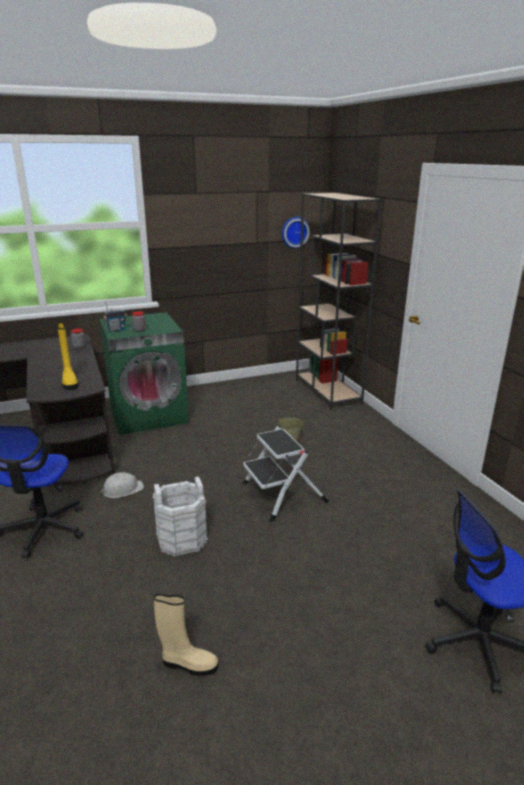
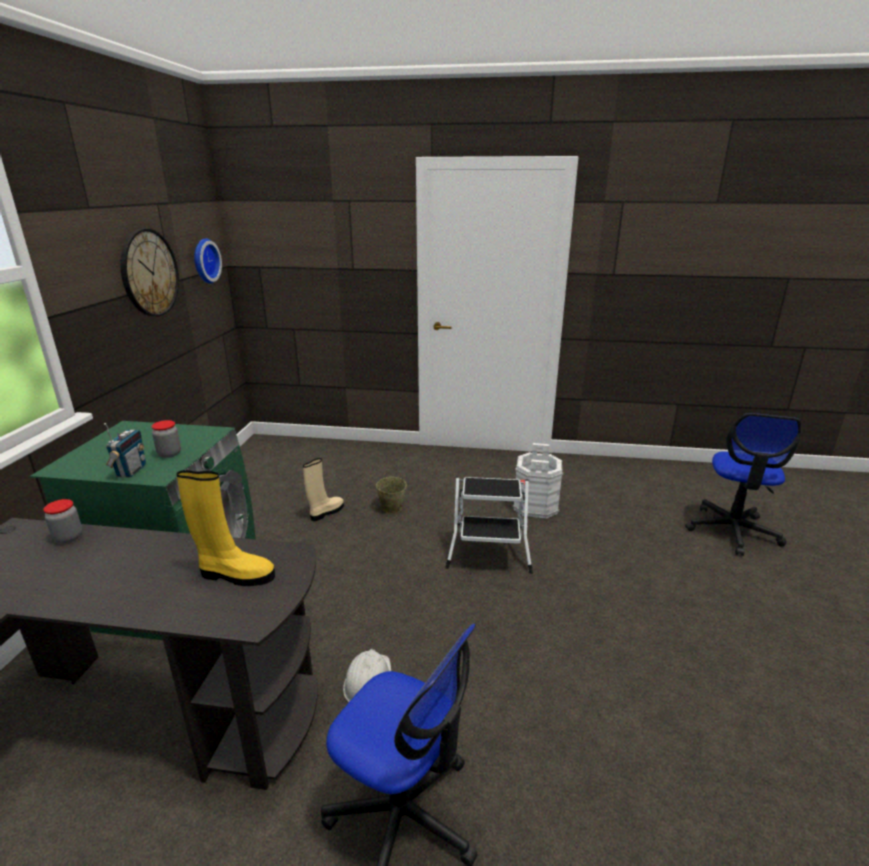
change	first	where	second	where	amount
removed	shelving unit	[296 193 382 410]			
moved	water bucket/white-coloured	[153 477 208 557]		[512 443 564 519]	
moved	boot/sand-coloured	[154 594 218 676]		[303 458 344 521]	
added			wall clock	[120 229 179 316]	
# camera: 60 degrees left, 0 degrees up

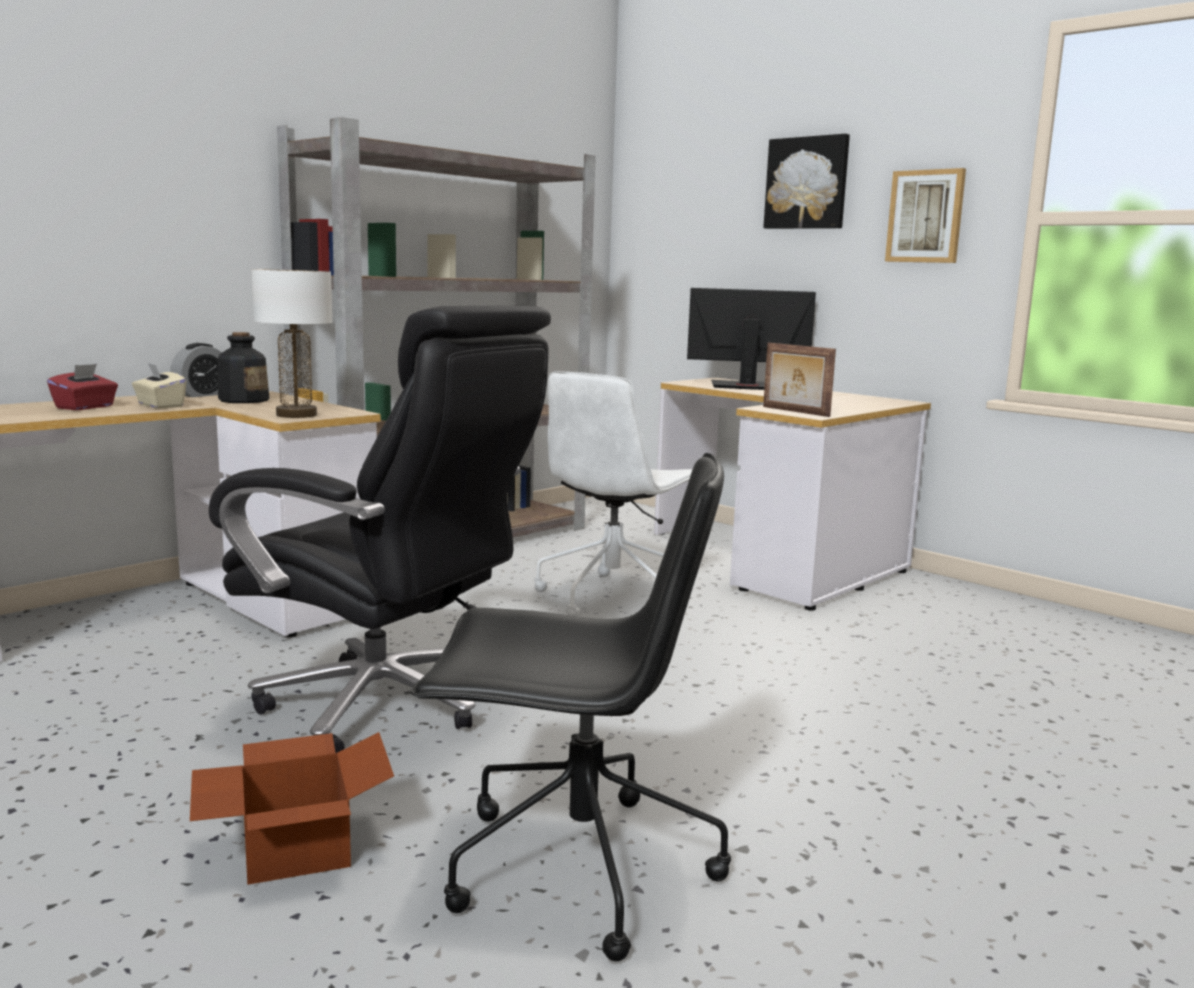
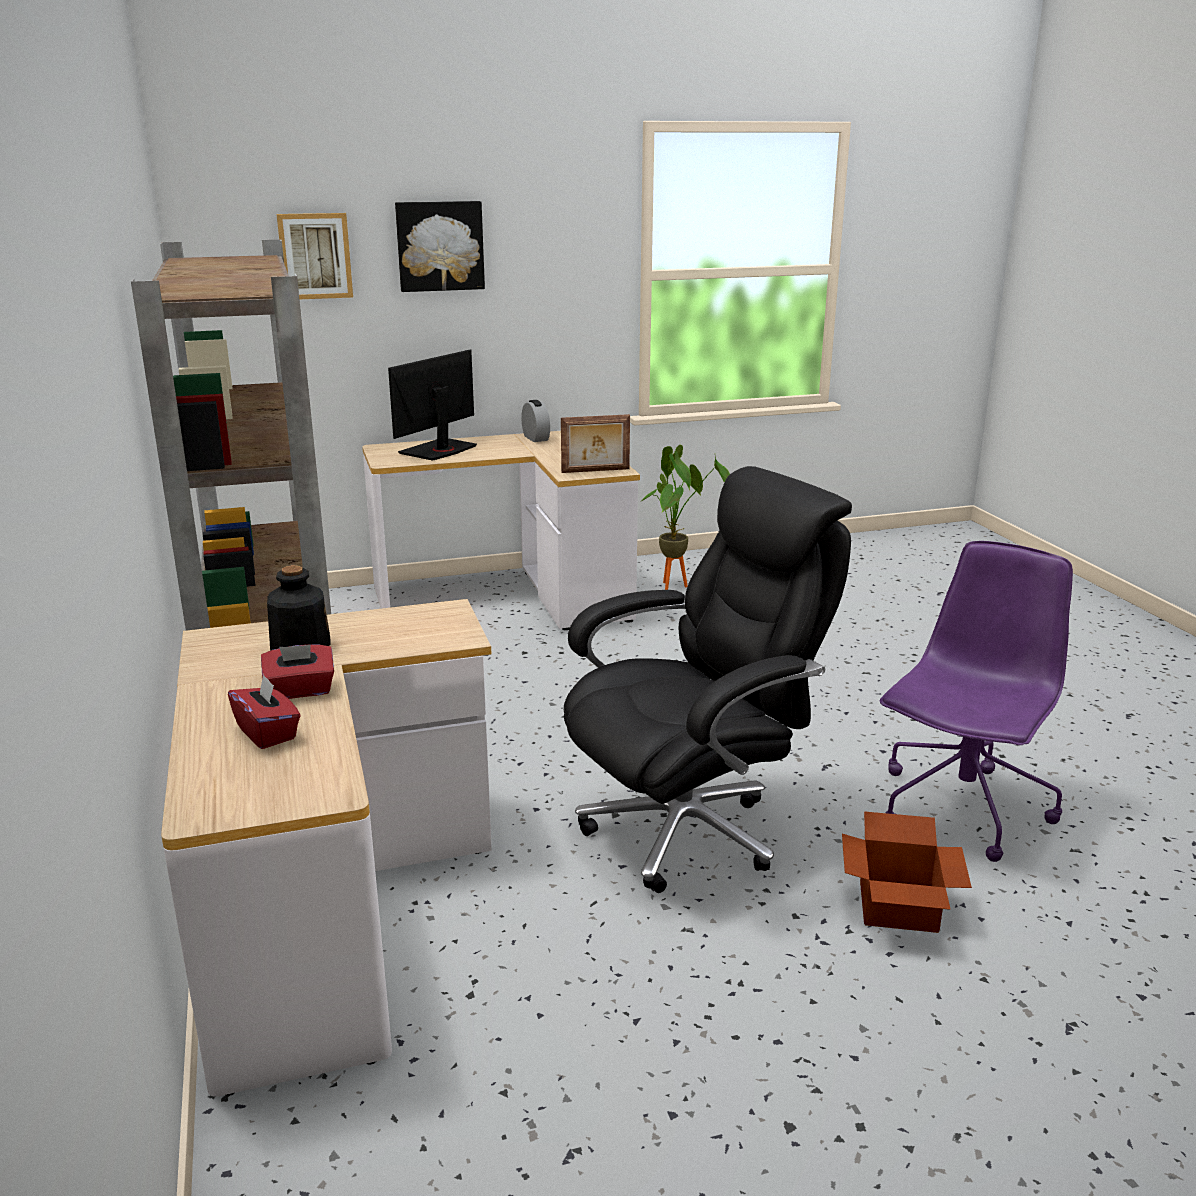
change	first	where	second	where	amount
moved	wall art	[885 168 966 263]		[277 213 353 299]	
removed	tabletop lamp	[251 269 332 418]			
moved	alarm clock	[170 343 222 397]		[521 400 550 442]	
recoloured	box of tissues/sand-coloured	[132 363 186 409]	box of tissues/red-coloured	[261 645 334 699]	
removed	computer chair/white-coloured	[534 371 693 617]			
recoloured	computer chair/black-coloured	[410 453 731 961]	computer chair/purple	[880 541 1073 862]	
added			houseplant	[640 445 730 590]	
# camera: 60 degrees left, 10 degrees up

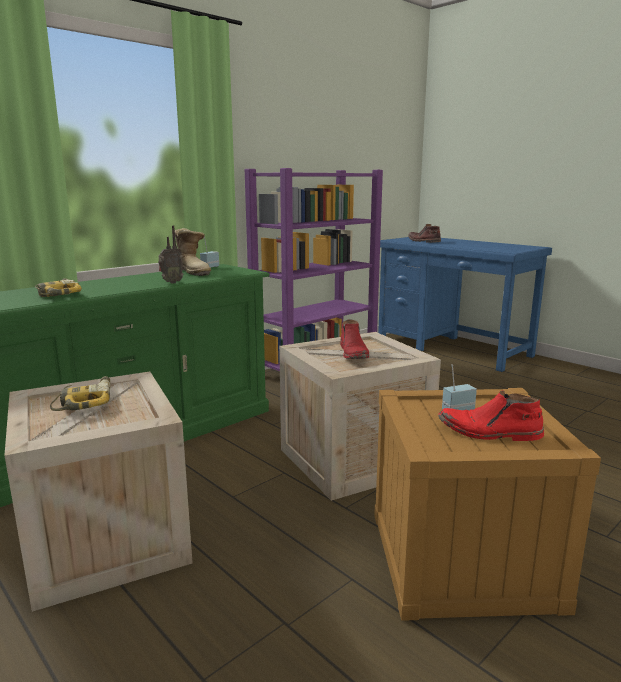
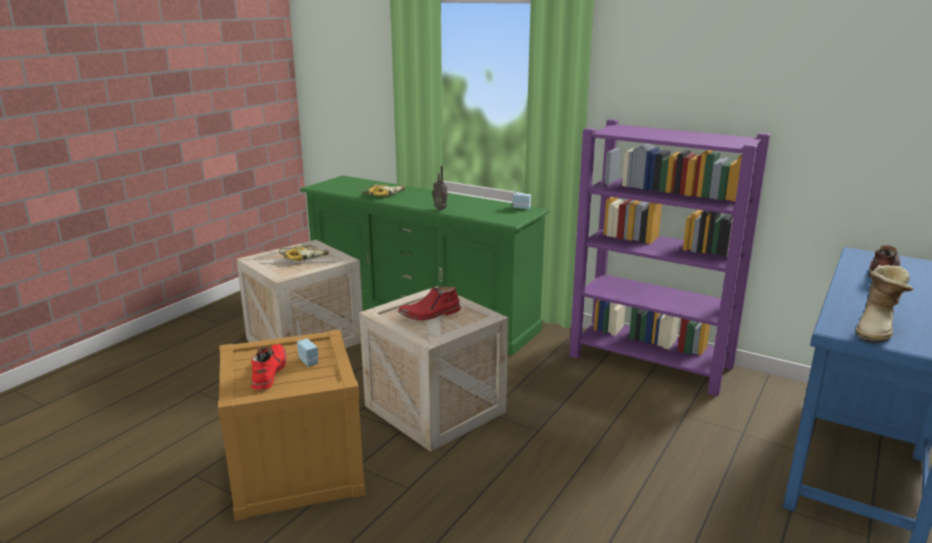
change	first	where	second	where	amount
moved	boot	[175 228 211 276]		[855 265 913 343]	
# camera: 75 degrees right, 5 degrees up

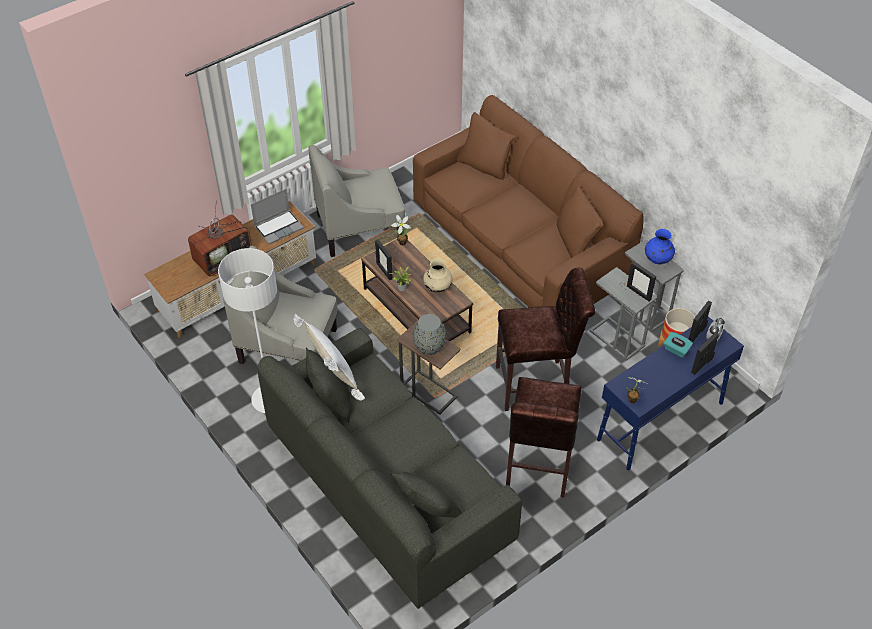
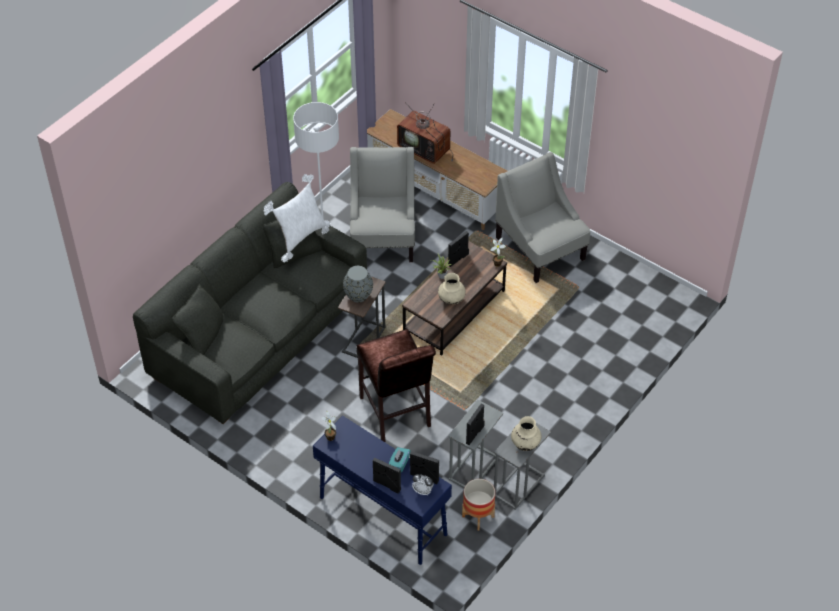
change	first	where	second	where	amount
removed	couch/brownish	[413 95 643 308]			
removed	laptop	[251 189 304 244]			
recoloured	vase/blue	[645 229 675 265]	vase/sand-coloured	[511 416 542 451]	
removed	stool seat/brownish	[506 377 582 498]			
# camera: 75 degrees right, 0 degrees up

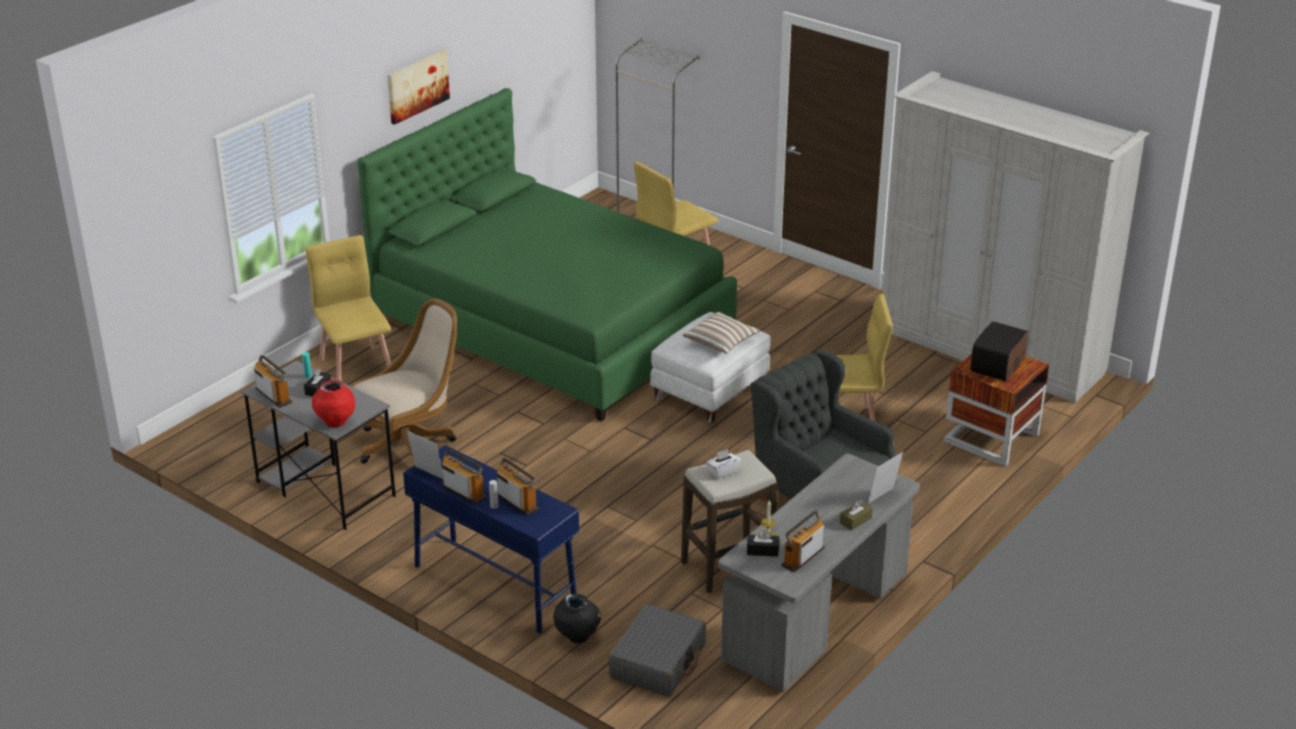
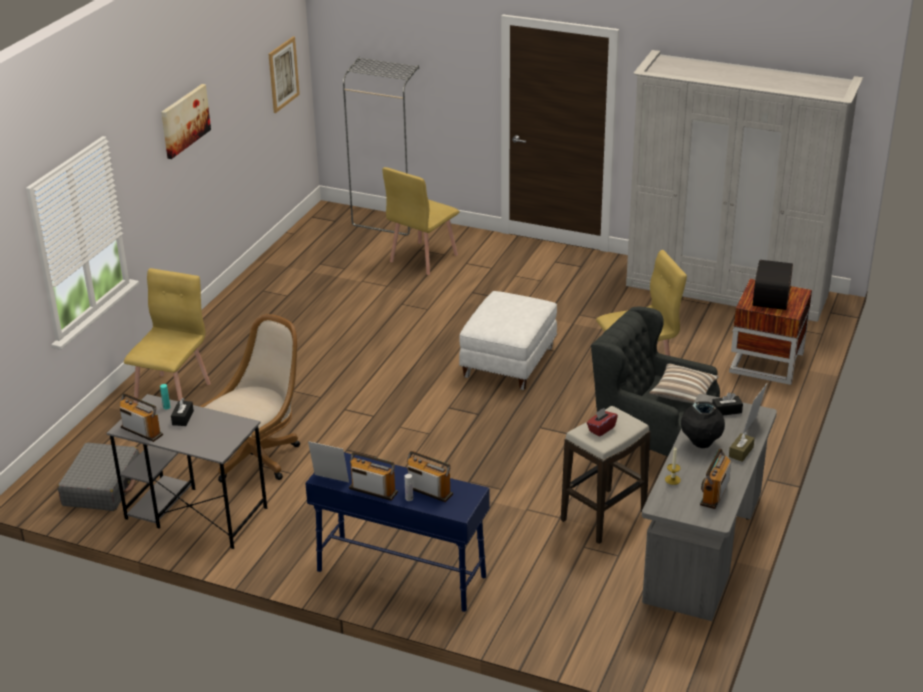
change	first	where	second	where	amount
removed	sleeping bed/green-coloured	[357 88 737 422]			
turned	upright chair/yellowish	[306 235 391 381]		[124 268 211 404]	60 degrees clockwise
moved	throw pillow	[683 312 760 354]		[649 364 719 404]	
removed	vase/red-coloured	[312 379 355 427]			
recoloured	box of tissues/white-coloured	[706 449 741 479]	box of tissues/red-coloured	[587 407 618 436]	
moved	box of tissues/black-coloured	[747 530 779 557]		[712 392 743 416]	
moved	vase/black-coloured	[553 594 601 643]		[681 401 725 448]	
moved	travel case/gray	[608 604 706 697]		[58 443 139 511]	
added			wall art	[269 37 300 113]	
# camera: 15 degrees left, 0 degrees up

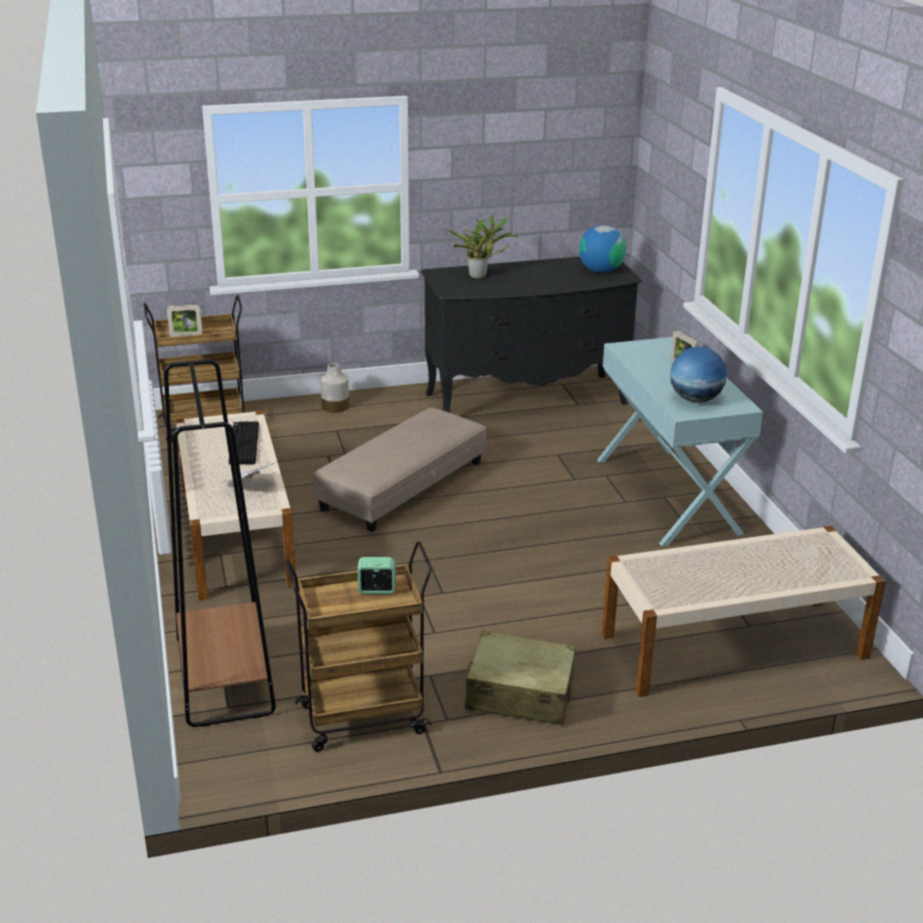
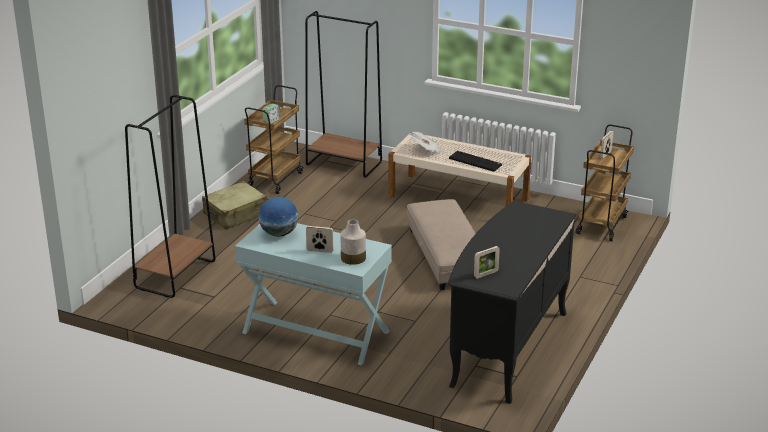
change	first	where	second	where	amount
removed	houseplant	[443 216 518 279]			
replaced	globe	[579 225 626 273]	standing frame	[474 246 500 279]	
moved	vase/sand-coloured	[321 363 349 413]		[340 219 366 265]	
replaced	long seat/sand-coloured	[601 526 886 697]	garment rack	[125 95 216 298]	
# camera: 130 degrees right, 0 degrees up

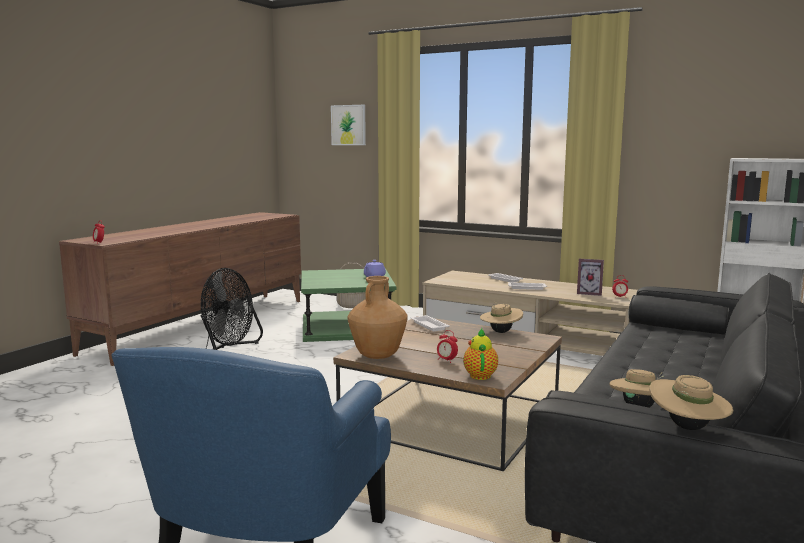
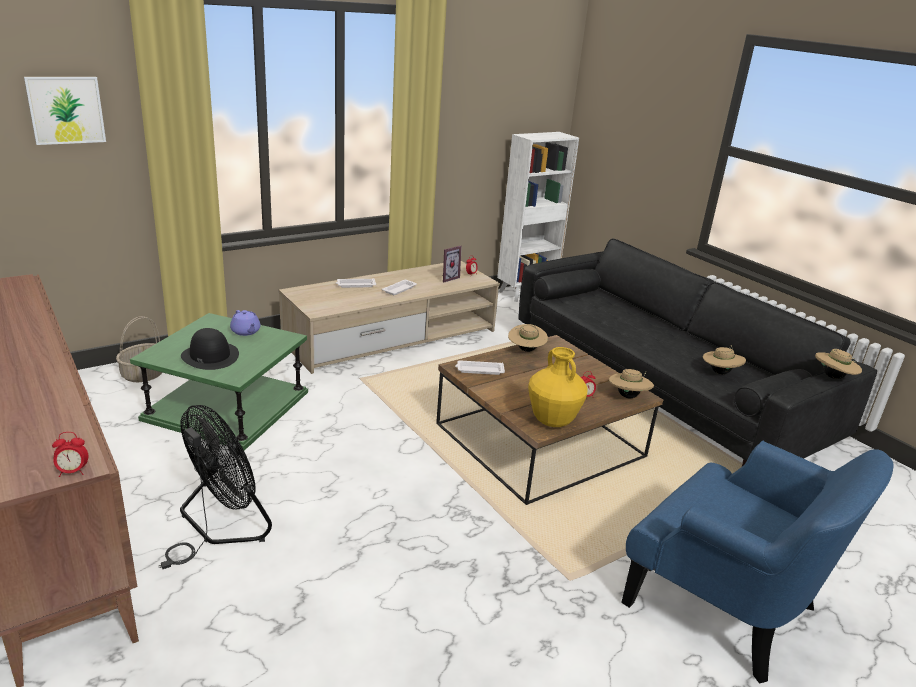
change	first	where	second	where	amount
recoloured	vase/brownish	[348 276 408 359]	vase/yellowish	[528 347 588 427]	
replaced	pot for tea	[463 328 498 380]	wearable hat/sand-coloured	[609 369 654 398]	
added			wearable hat/black-coloured	[181 328 239 370]	
# camera: 65 degrees left, 15 degrees up

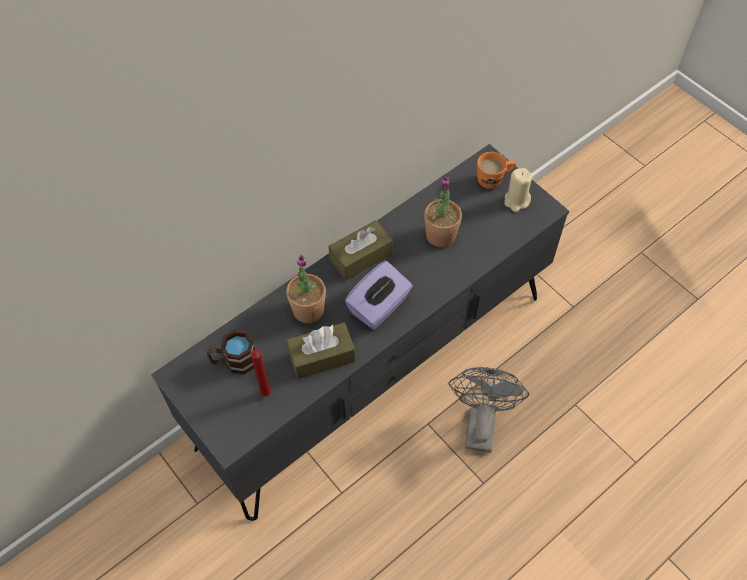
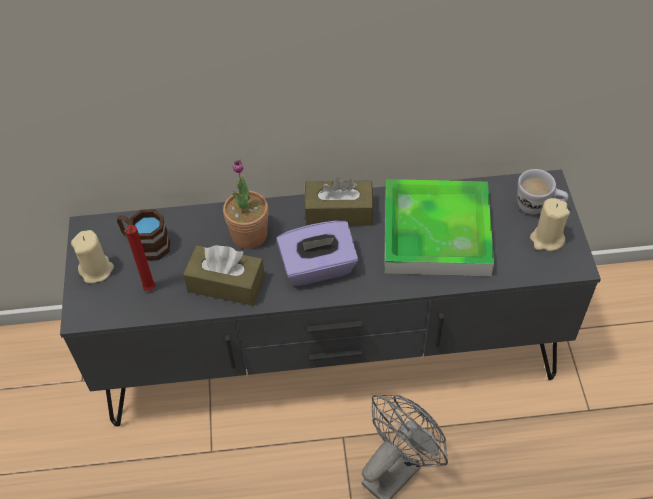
change	first	where	second	where	amount
recoloured	mug/orange-coloured	[477 152 516 189]	mug/white-coloured	[517 169 568 215]	
replaced	houseplant	[424 176 462 247]	tray	[384 179 494 276]	
added			wax candle/sand-coloured	[71 230 114 283]	
# camera: 35 degrees right, 5 degrees down

